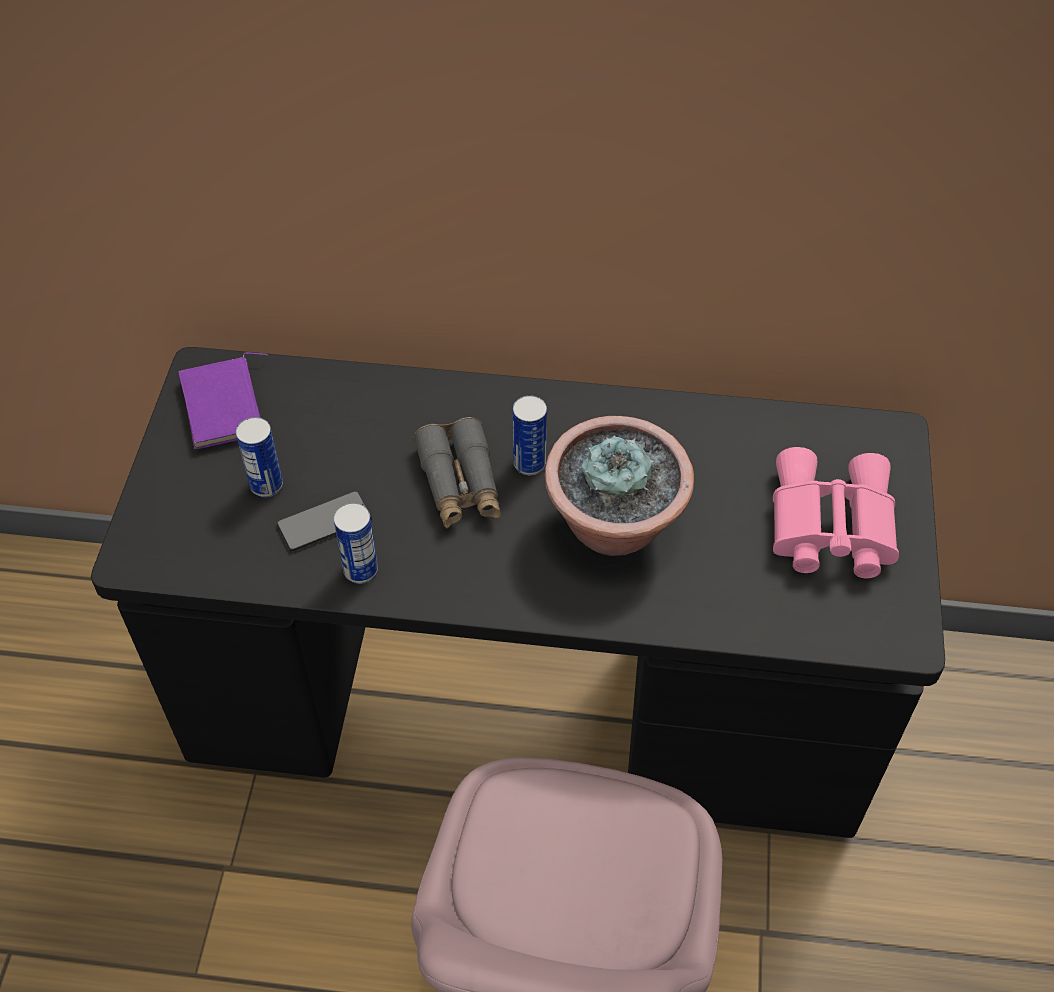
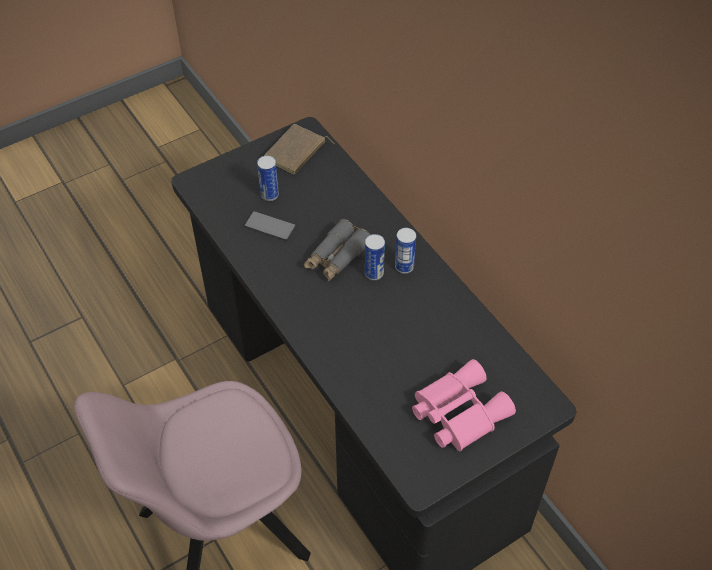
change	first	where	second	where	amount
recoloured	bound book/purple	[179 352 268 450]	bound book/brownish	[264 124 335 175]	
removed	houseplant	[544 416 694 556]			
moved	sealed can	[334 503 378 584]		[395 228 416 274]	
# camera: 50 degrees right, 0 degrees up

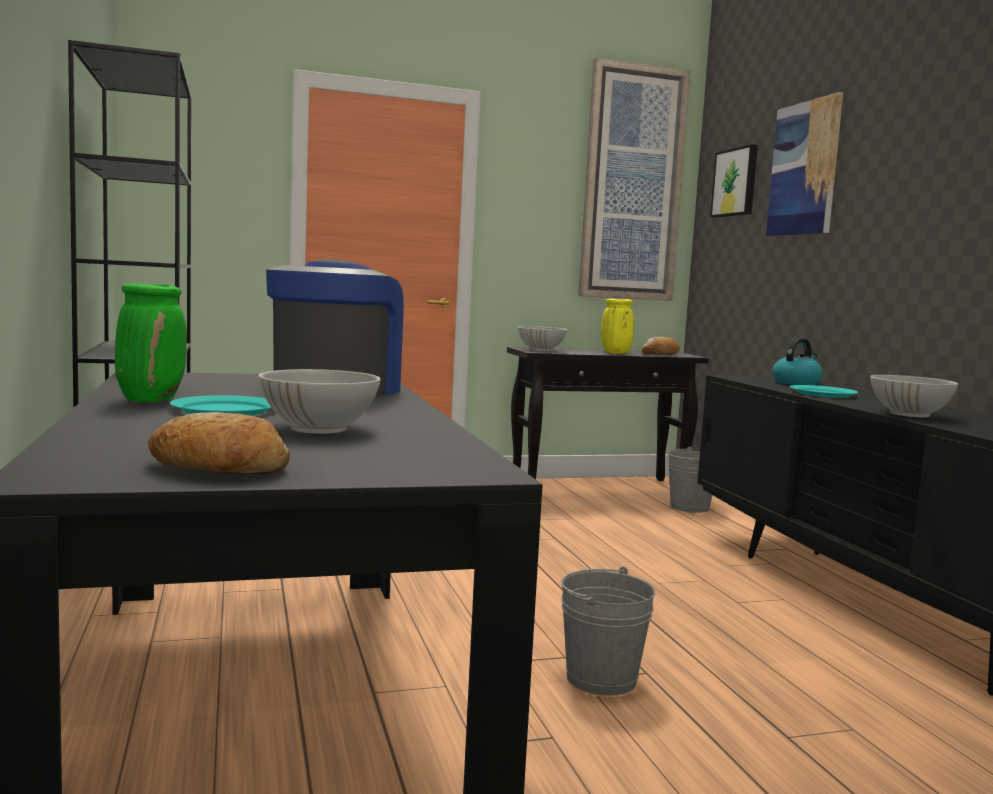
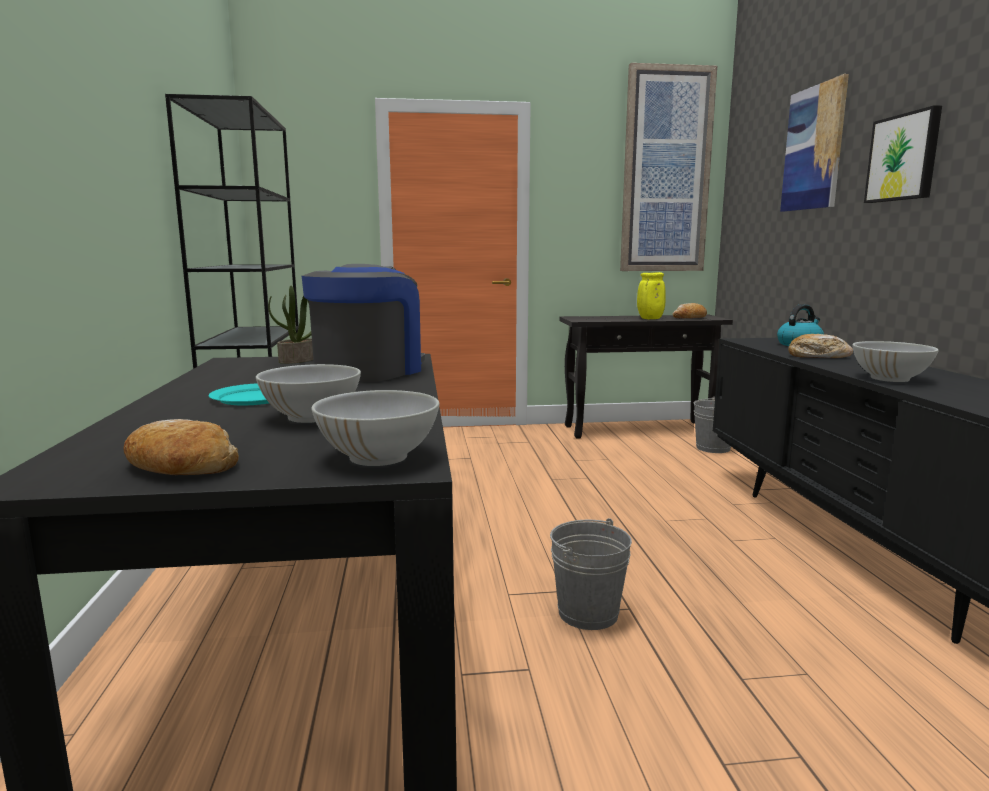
change	first	where	second	where	amount
moved	wall art	[710 144 758 218]		[864 105 942 203]	
removed	vase/green-coloured	[115 283 187 402]			
moved	deep dish/white-coloured	[518 326 567 351]		[311 390 439 466]	
replaced	flat dish/turquoise	[790 385 858 398]	bread	[788 334 853 358]	
added			houseplant	[268 286 313 364]	
# camera: 10 degrees right, 5 degrees up

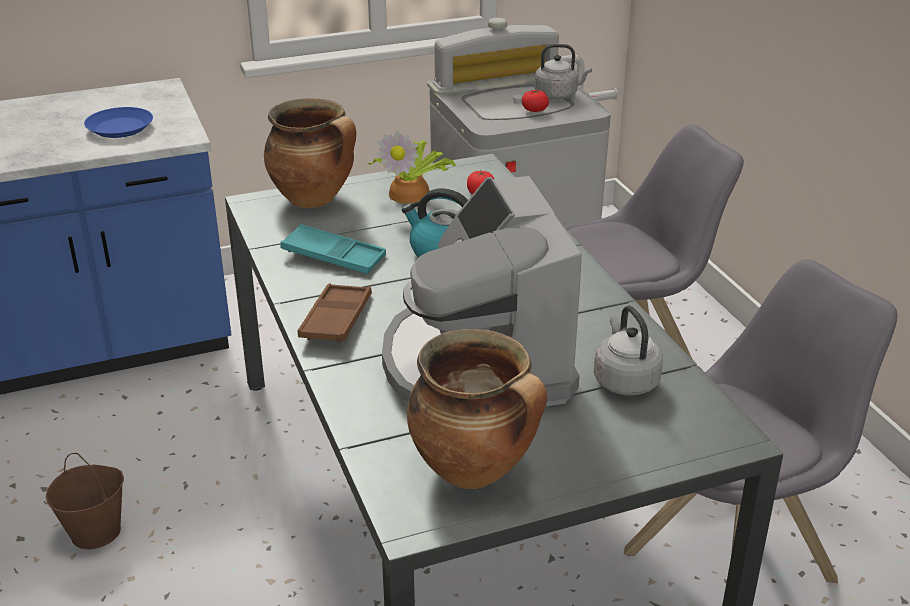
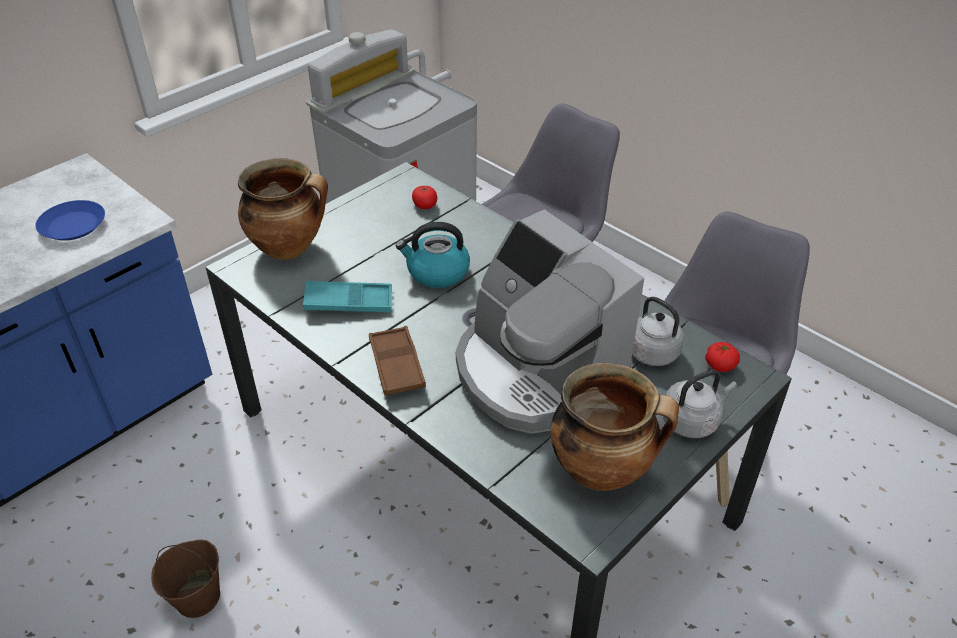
change	first	where	second	where	amount
moved	tea kettle/gray	[534 44 592 99]		[662 370 737 438]	
moved	fresh tomato	[522 90 549 112]		[705 342 740 372]	
removed	houseplant	[368 130 456 204]			
# camera: 25 degrees left, 10 degrees up

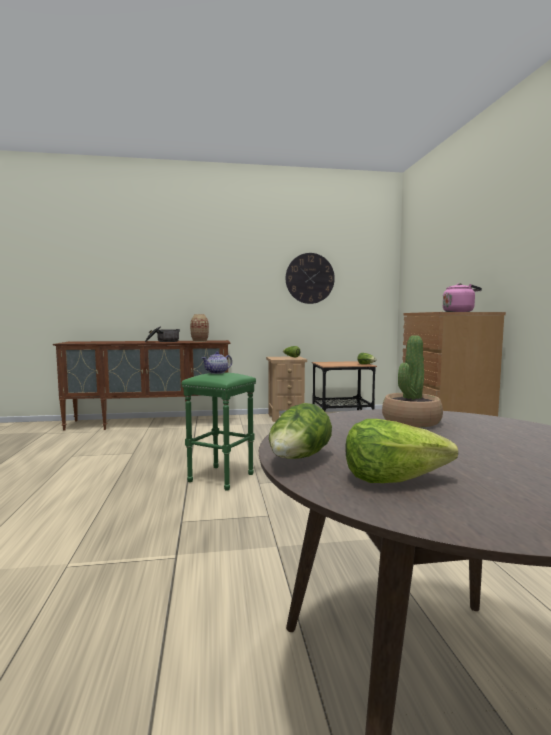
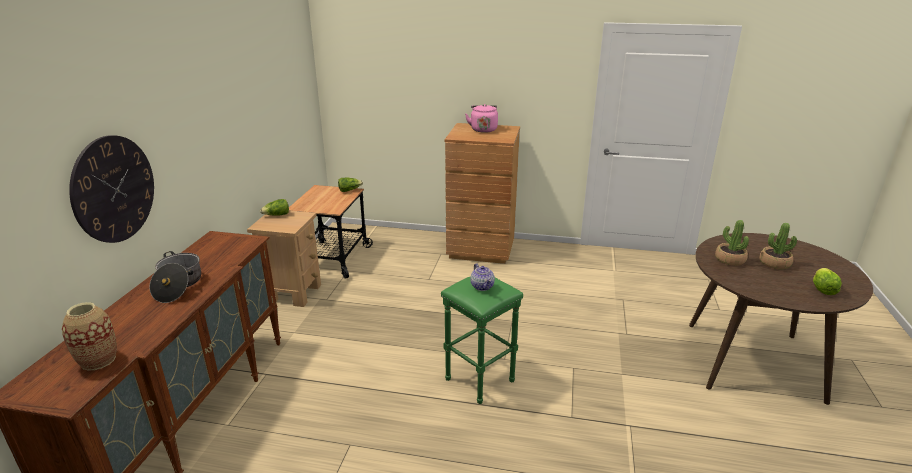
change	first	where	second	where	amount
moved	wall clock	[286 253 335 304]		[69 135 154 243]	
moved	vase	[190 314 209 342]		[62 302 117 371]	
removed	lettuce	[269 403 332 459]			
added			houseplant	[759 223 797 270]	
# camera: 70 degrees left, 20 degrees up

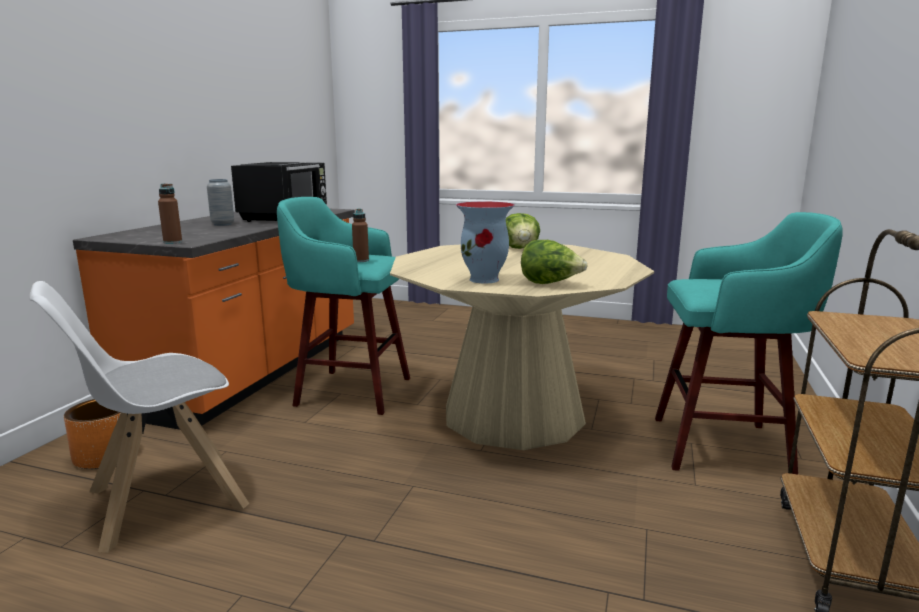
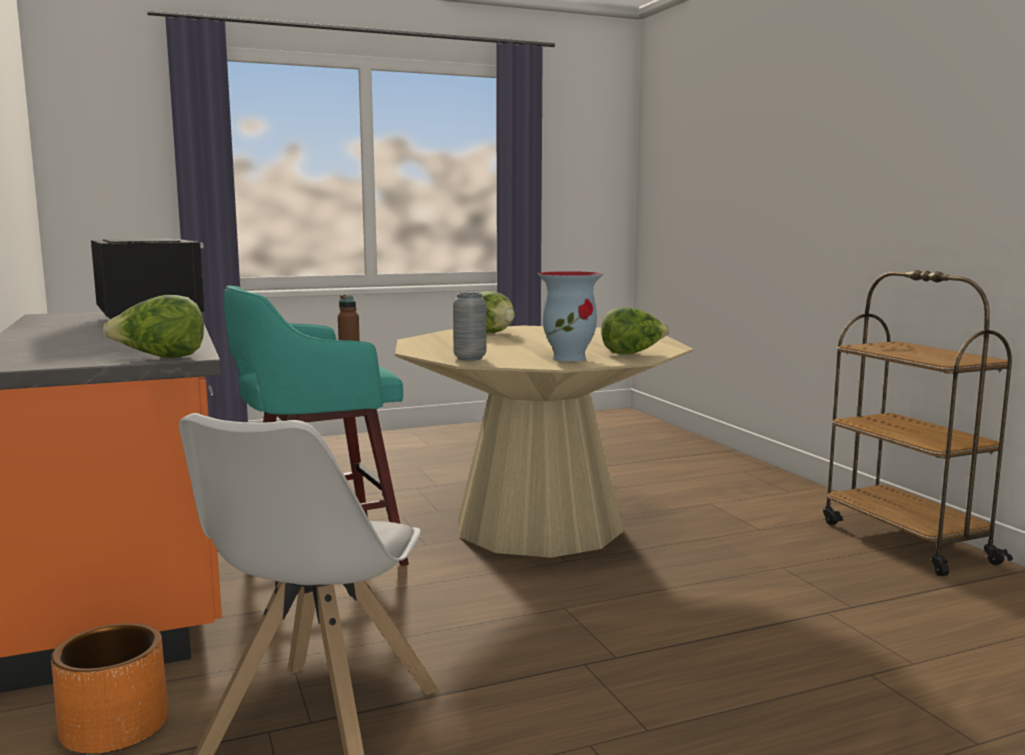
change	first	where	second	where	amount
moved	vase/gray	[207 179 234 226]		[453 293 486 361]	
replaced	drink bottle/brownish	[158 184 182 244]	lettuce	[103 295 204 358]	
removed	stool seat/turquoise	[655 212 843 475]			
# camera: 40 degrees left, 5 degrees down

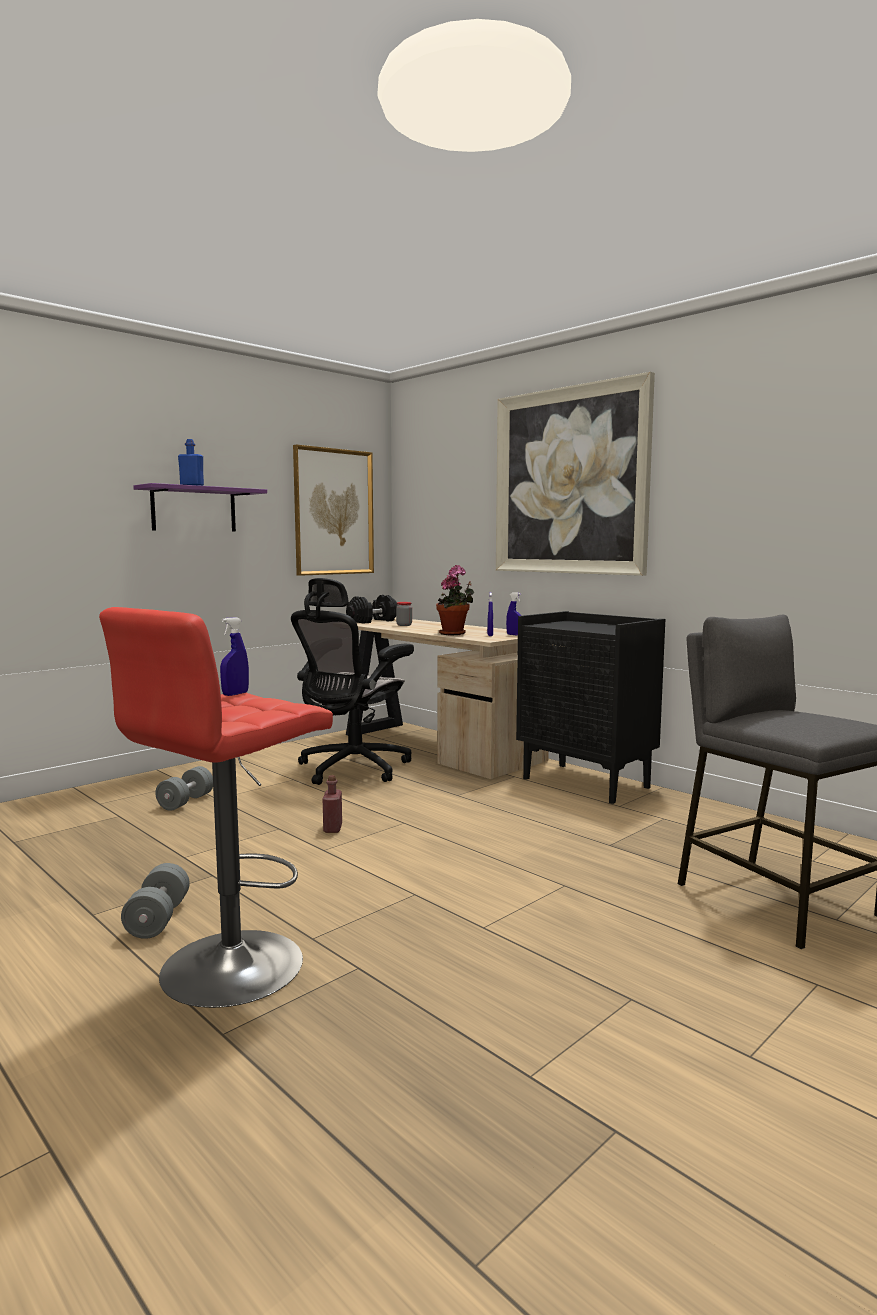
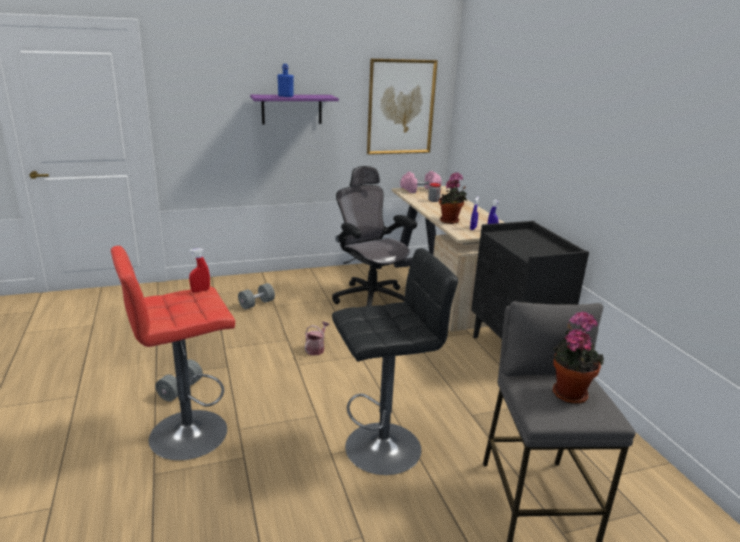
change	first	where	second	where	amount
removed	wall art	[496 372 655 576]			
turned	computer chair	[291 578 414 785]		[332 166 417 306]	90 degrees clockwise
recoloured	dumbbell/black-coloured	[346 595 398 623]	dumbbell/pink	[400 171 442 193]	
recoloured	hand sprayer/blue	[220 617 249 696]	hand sprayer/red-coloured	[189 248 210 292]	
replaced	drink bottle/red-coloured	[323 775 342 833]	watering can	[305 322 330 356]	
added			stool seat/black-coloured	[332 248 458 475]	
added			houseplant	[553 312 604 404]	
# camera: 25 degrees right, 15 degrees up

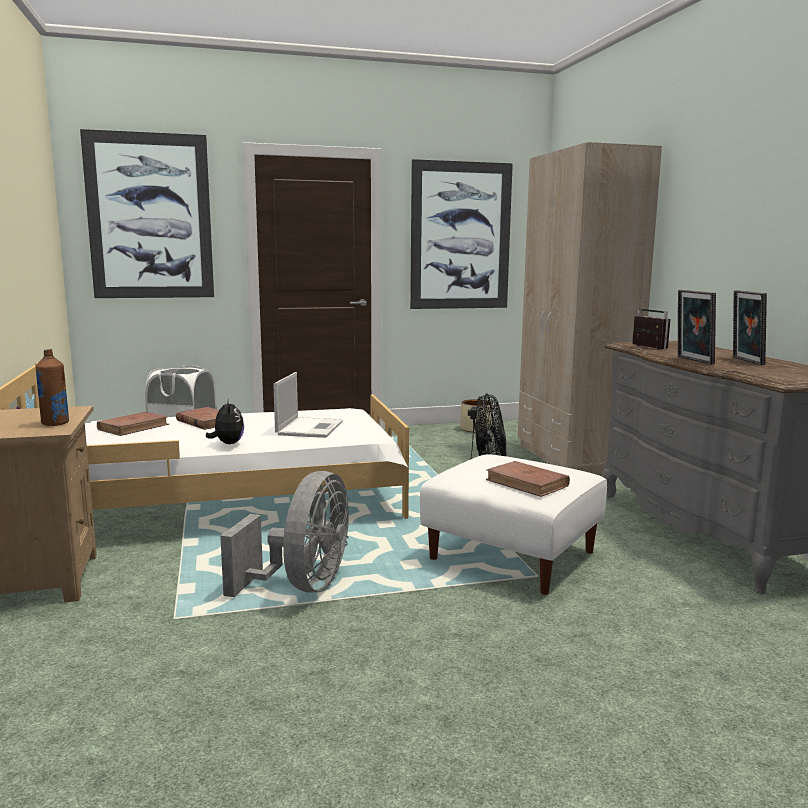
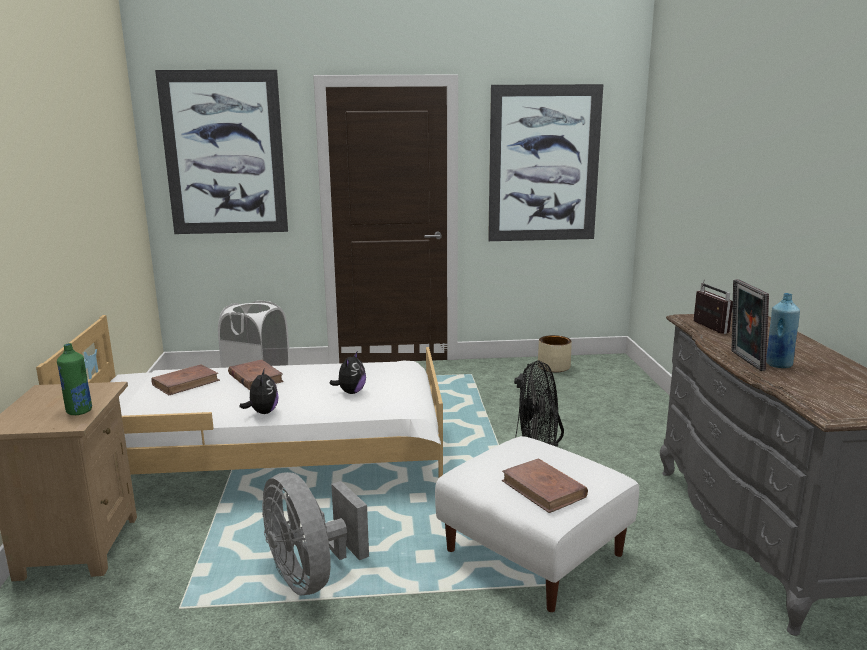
change	first	where	second	where	amount
removed	armoire/sand-coloured	[518 142 662 474]			
removed	standing frame	[733 290 767 365]			
recoloured	drink bottle/brownish	[36 349 69 426]	drink bottle/green-coloured	[57 343 92 415]	
replaced	laptop	[273 372 343 438]	plush toy	[329 352 366 394]	
turned	fan/gray	[220 471 349 597]		[262 472 369 596]	120 degrees clockwise
added			drink bottle/blue	[766 293 800 368]	
# camera: 10 degrees right, 5 degrees up

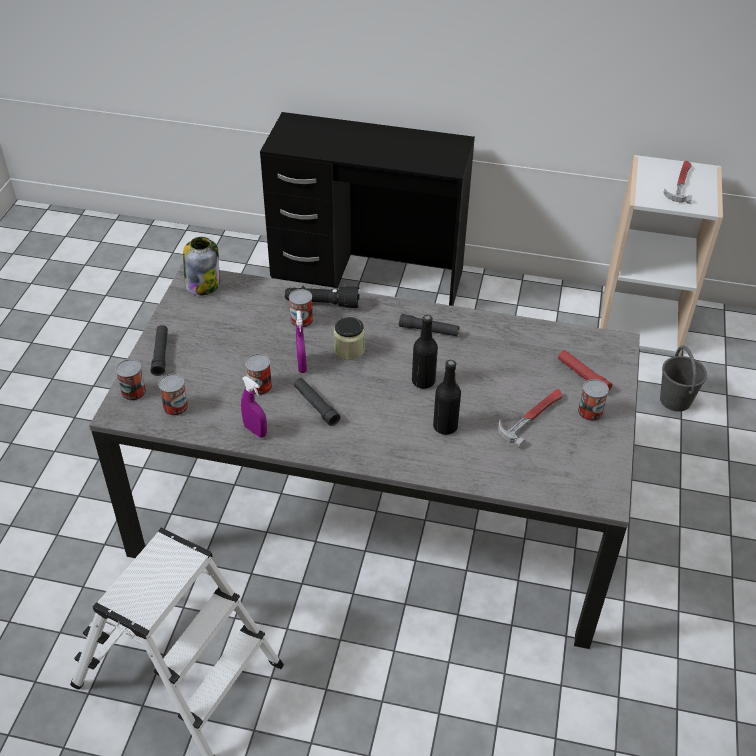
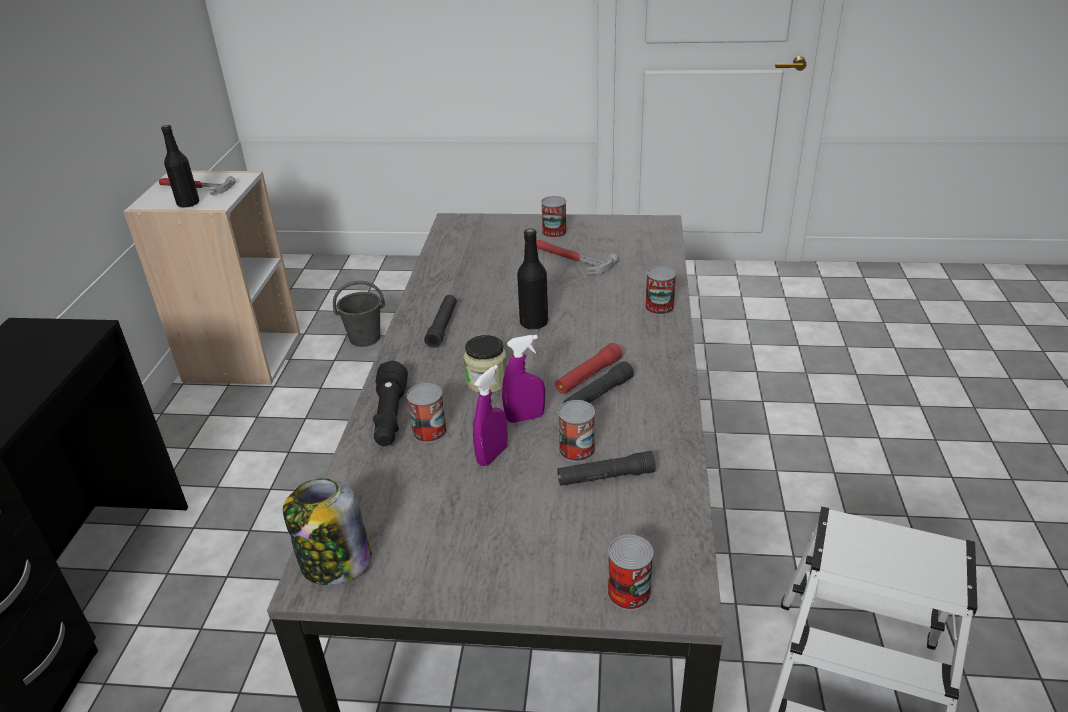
change	first	where	second	where	amount
moved	flashlight/black-coloured	[150 325 168 376]		[557 451 656 486]	
moved	flashlight/red-coloured	[558 350 612 391]		[555 343 622 394]	
moved	drink bottle/black-coloured	[433 360 461 435]		[161 125 199 208]	
moved	sealed can	[158 374 188 416]		[645 266 676 315]	
moved	hand sprayer/purple	[241 376 267 438]		[473 365 508 466]	
# camera: 95 degrees left, 10 degrees down

